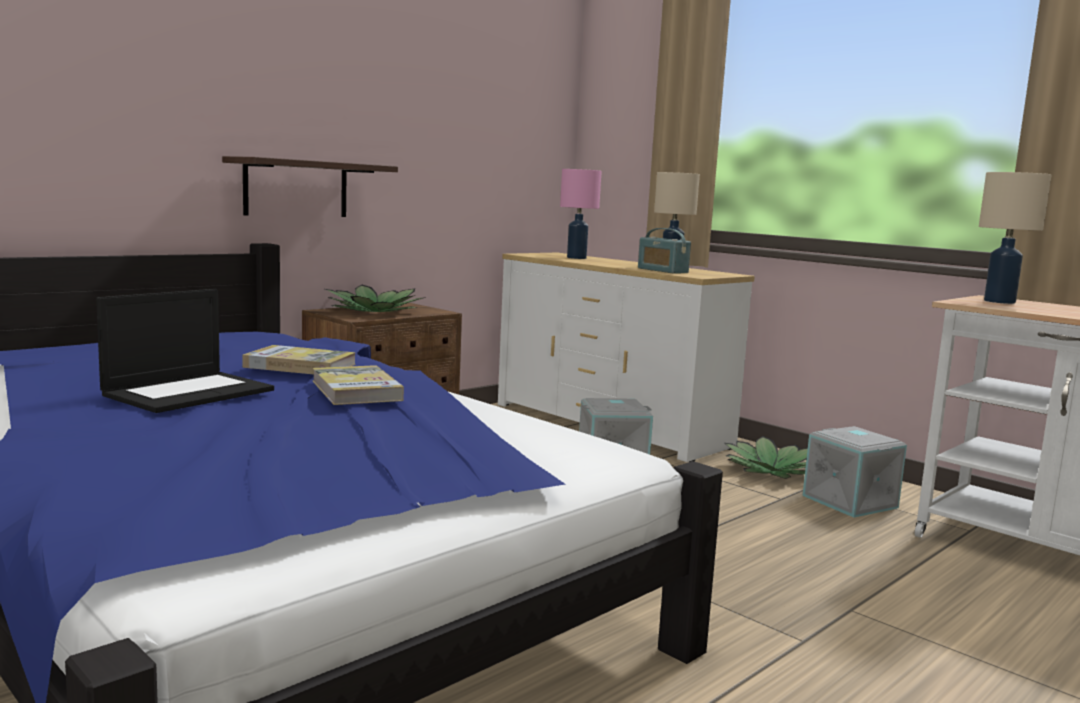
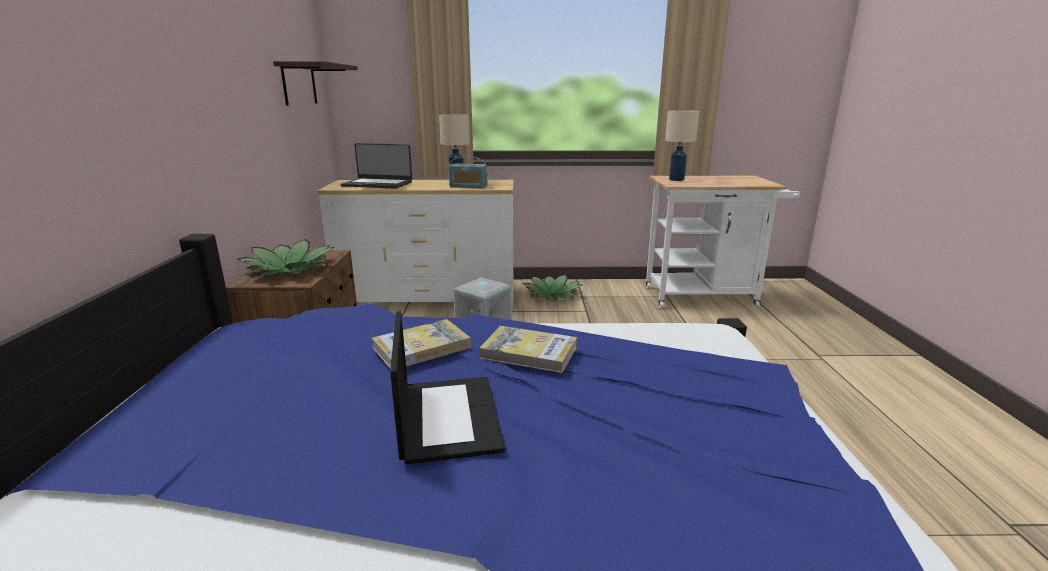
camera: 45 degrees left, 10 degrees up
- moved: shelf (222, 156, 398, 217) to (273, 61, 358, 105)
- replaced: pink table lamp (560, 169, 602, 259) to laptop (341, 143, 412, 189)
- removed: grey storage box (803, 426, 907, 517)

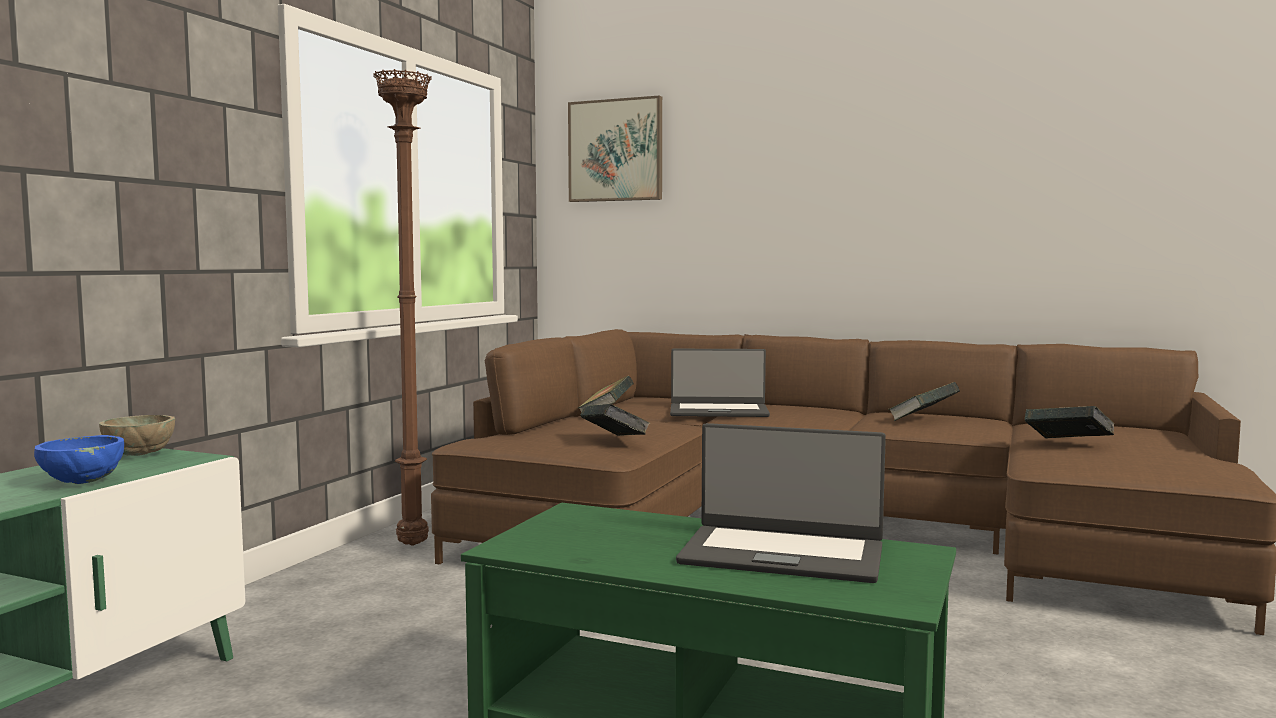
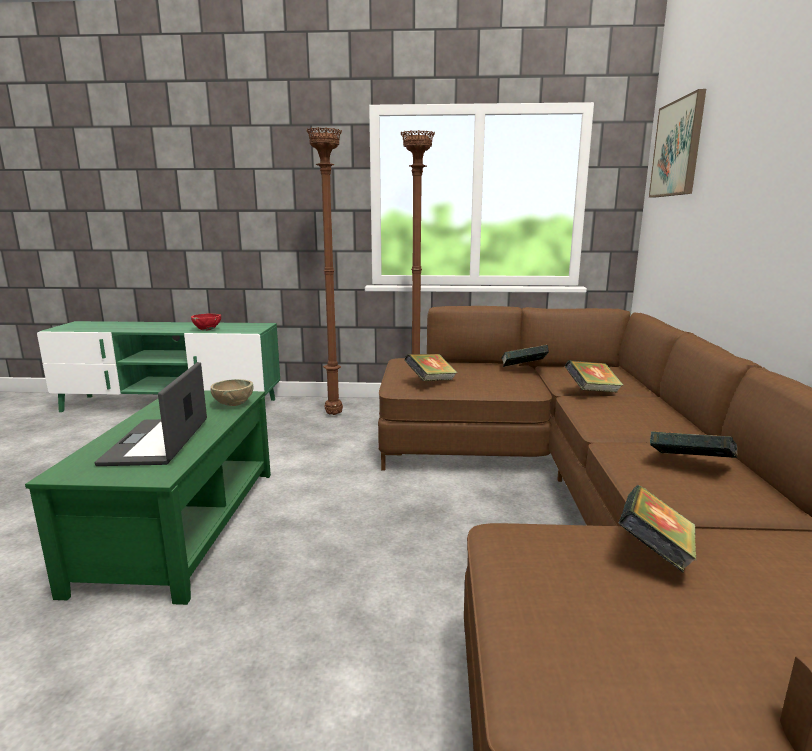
camera: 70 degrees right, 10 degrees up
- recoloured: blue bowl (34, 435, 124, 484) to red bowl (191, 314, 221, 331)
- moved: beige bowl (99, 415, 175, 456) to (210, 379, 253, 406)
- added: brown floor lamp (307, 127, 343, 415)
- replaced: laptop (670, 349, 770, 417) to book (565, 360, 624, 393)

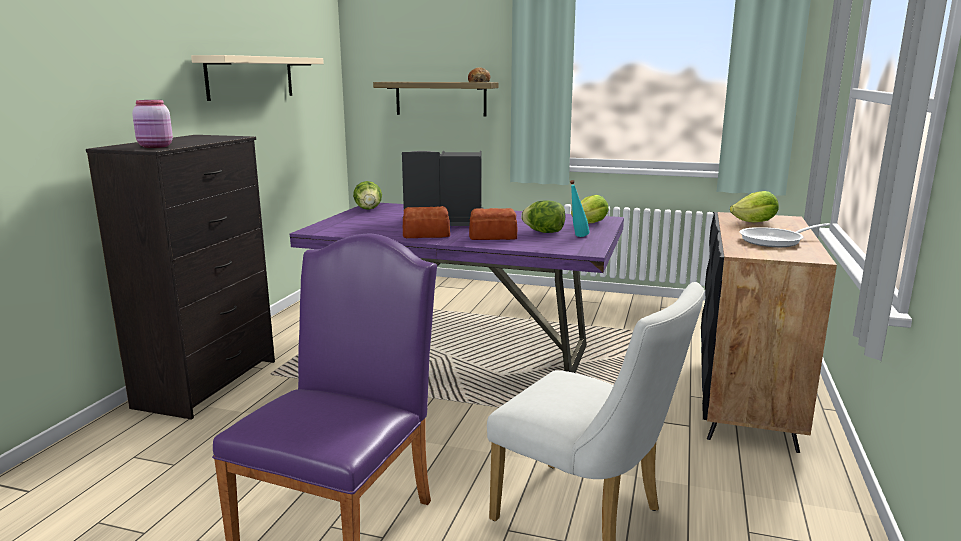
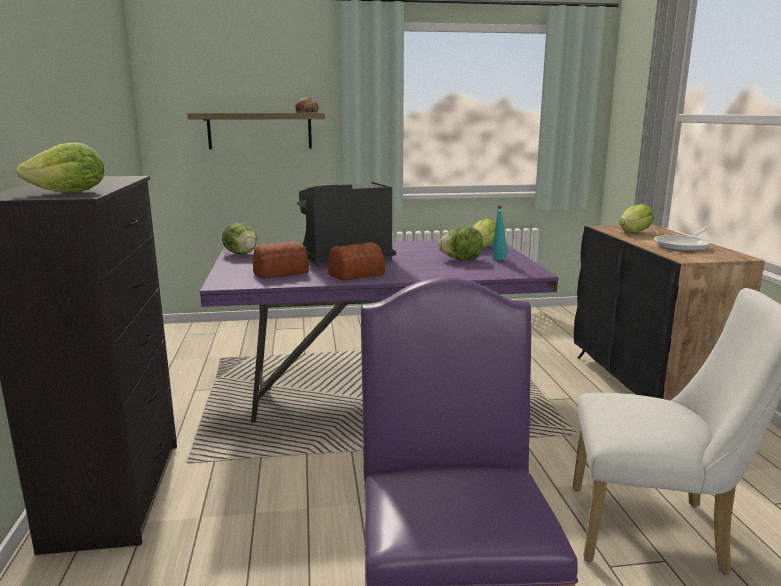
camera: 25 degrees left, 0 degrees up
- replaced: pink jar (132, 100, 173, 148) to lettuce (16, 142, 104, 193)
- moved: bread (469, 208, 518, 240) to (253, 241, 309, 279)
- removed: beige shelf (191, 55, 324, 101)

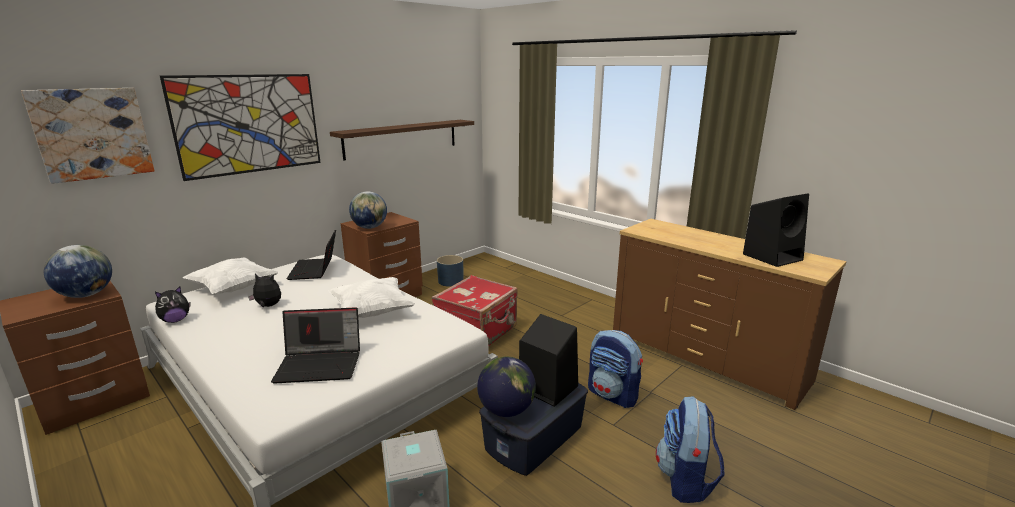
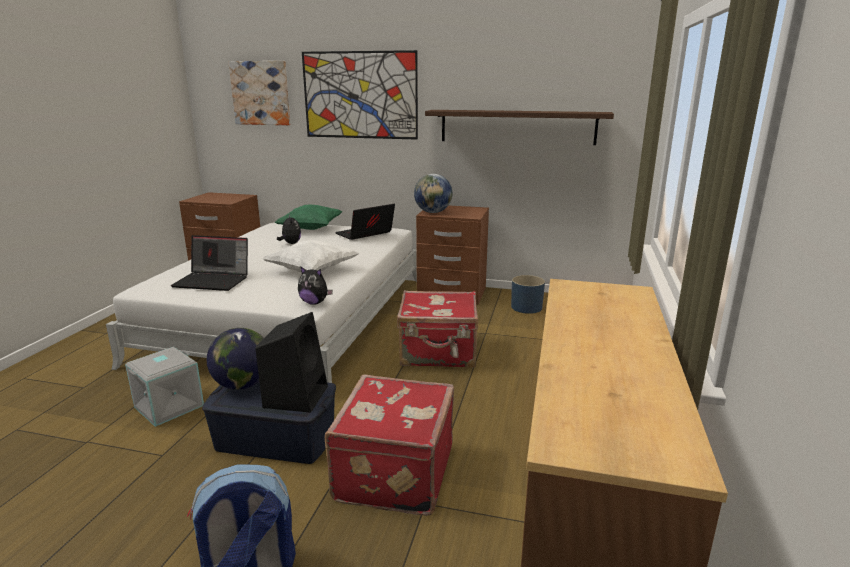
camera: 60 degrees right, 0 degrees up
- turned: laptop (271, 307, 360, 384) = (171, 235, 248, 291) 45 degrees counterclockwise
- recoloured: white pillow (182, 258, 279, 295) to green pillow (275, 204, 343, 230)
- moved: plush toy (155, 286, 190, 323) to (298, 266, 333, 305)
- replaced: backpack (588, 330, 643, 408) to red suitcase (325, 374, 454, 516)
- removed: globe (44, 245, 112, 298)
- removed: black speaker (743, 193, 809, 267)

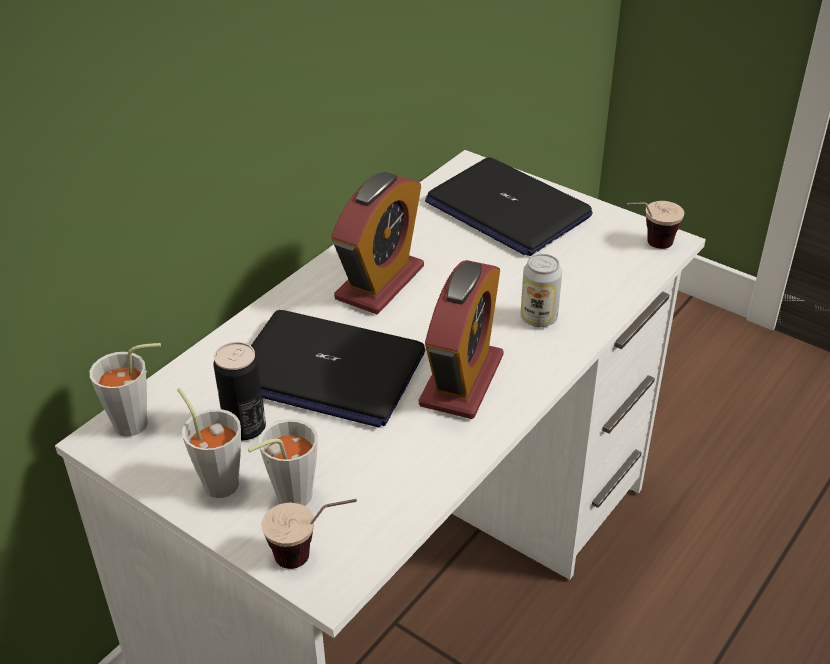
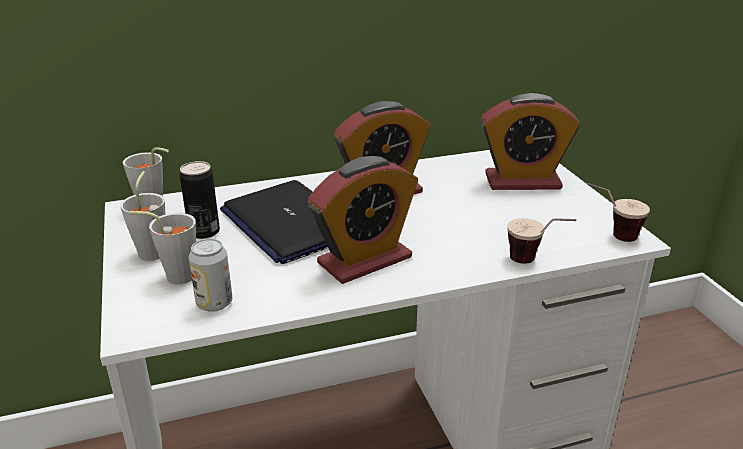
camera: 35 degrees right, 10 degrees down
- moved: can (521, 254, 562, 327) to (189, 239, 232, 312)
- replaced: laptop (425, 157, 593, 256) to alarm clock (481, 93, 580, 190)
- moved: cup (261, 499, 357, 569) to (507, 218, 576, 264)

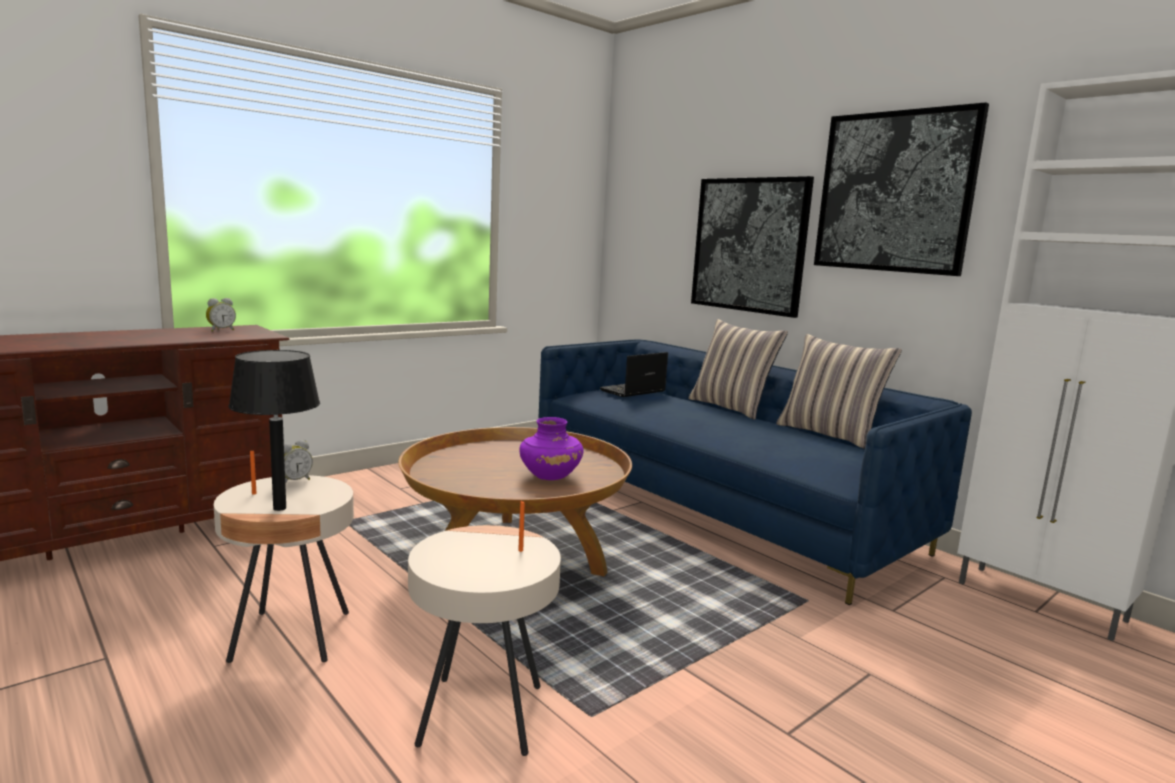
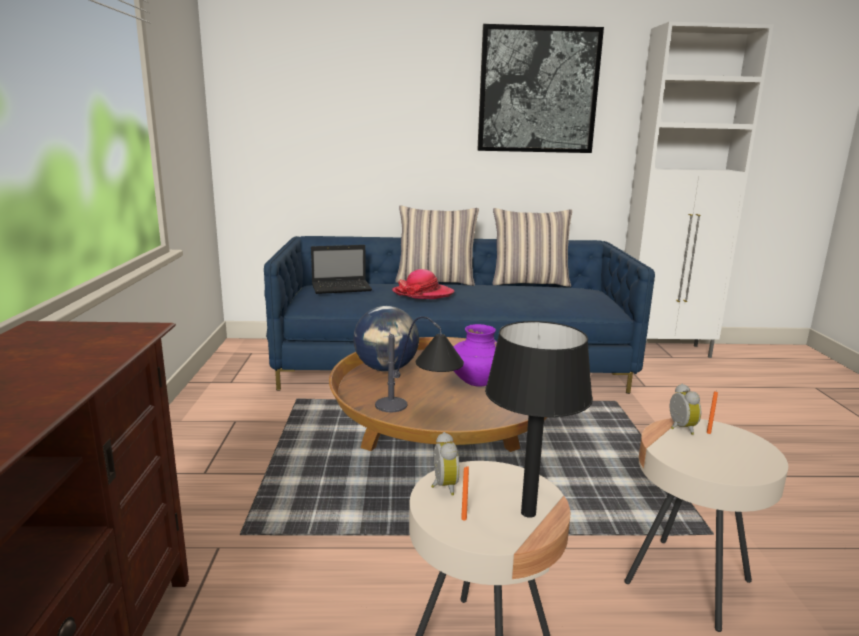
camera: 50 degrees left, 5 degrees up
- turned: laptop (600, 352, 668, 397) = (311, 245, 372, 294) 105 degrees counterclockwise
- added: globe (353, 306, 419, 372)
- added: table lamp (375, 317, 464, 412)
- added: hat (392, 269, 455, 299)
- moved: alarm clock (206, 298, 236, 332) to (670, 384, 701, 435)
- removed: picture (691, 176, 814, 318)

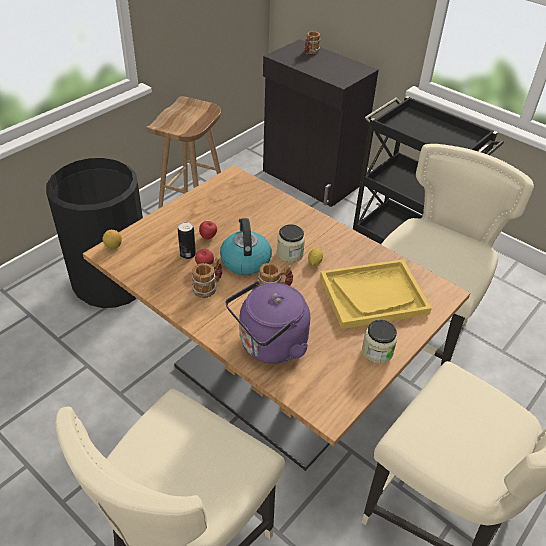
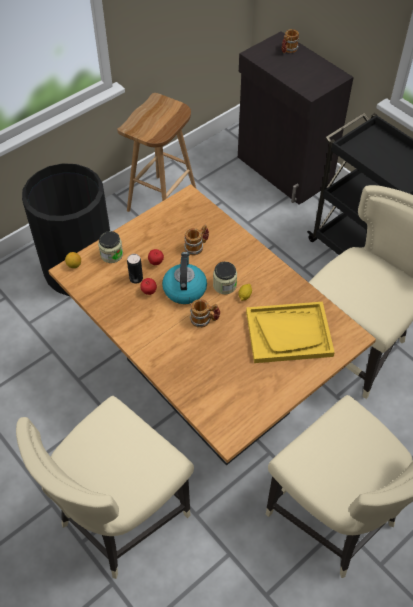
camera: 10 degrees right, 10 degrees up
- moved: jar (362, 320, 397, 364) to (98, 231, 123, 263)
- moved: mug (192, 257, 222, 298) to (184, 225, 209, 256)
- removed: purple kettle (226, 281, 310, 364)

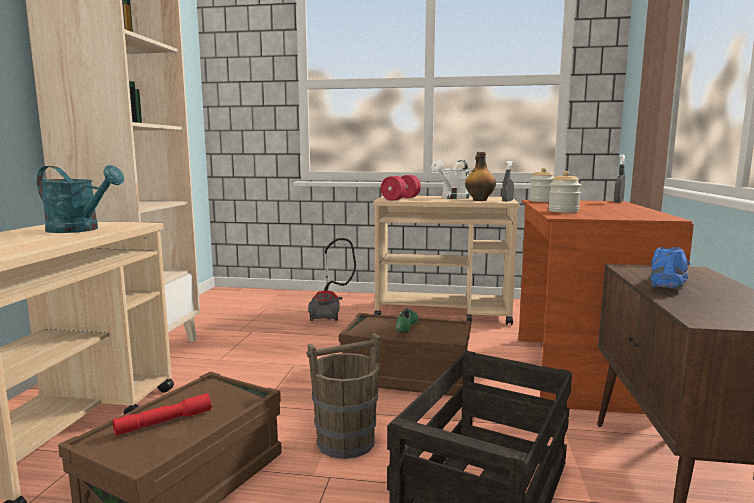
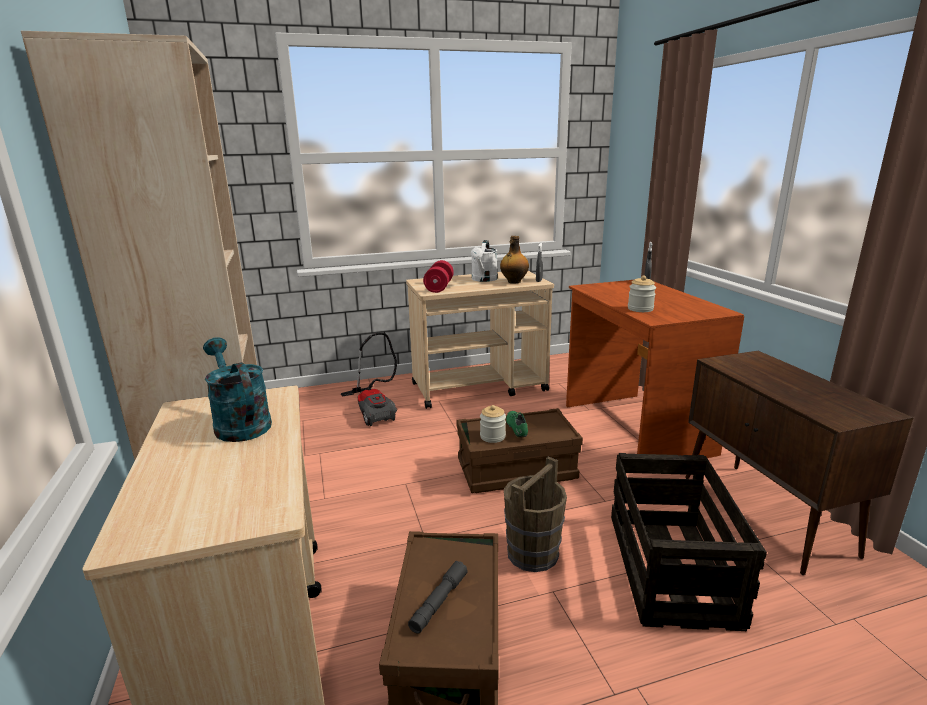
camera: 25 degrees left, 10 degrees up
- turned: turquoise watering can (37, 165, 124, 233) = (203, 337, 272, 442) 120 degrees counterclockwise
- recoloured: red flashlight (113, 393, 212, 435) to grey flashlight (408, 561, 468, 634)
- moved: jar (530, 168, 555, 202) to (480, 405, 506, 443)
- removed: blue shoe (650, 247, 691, 290)

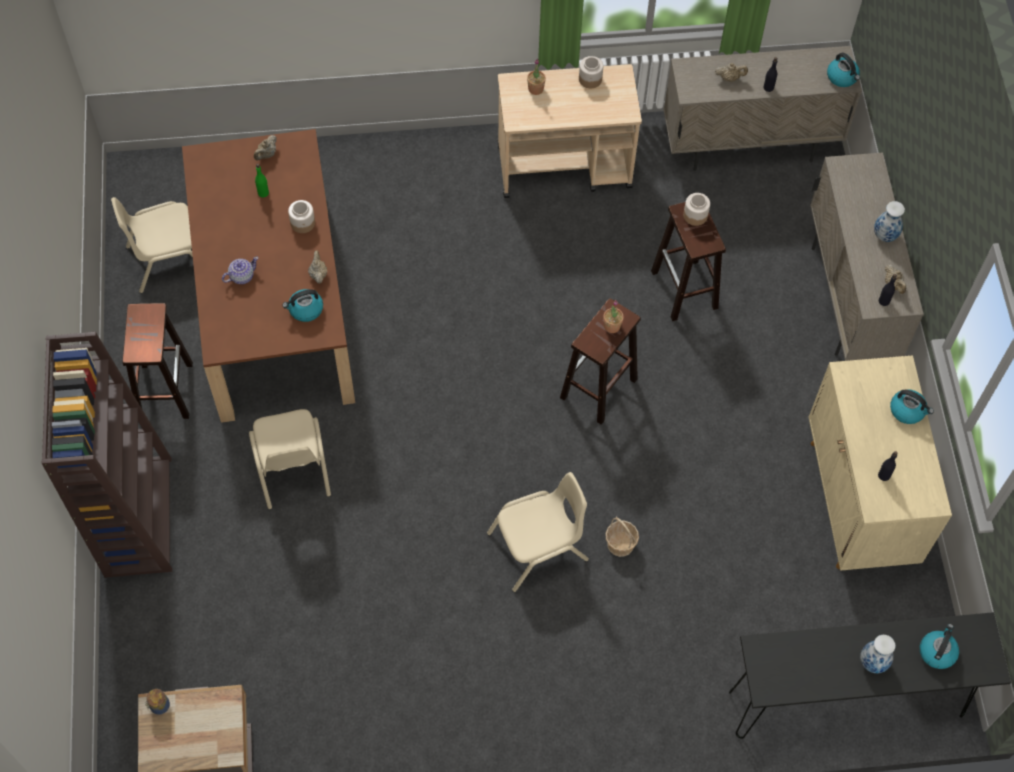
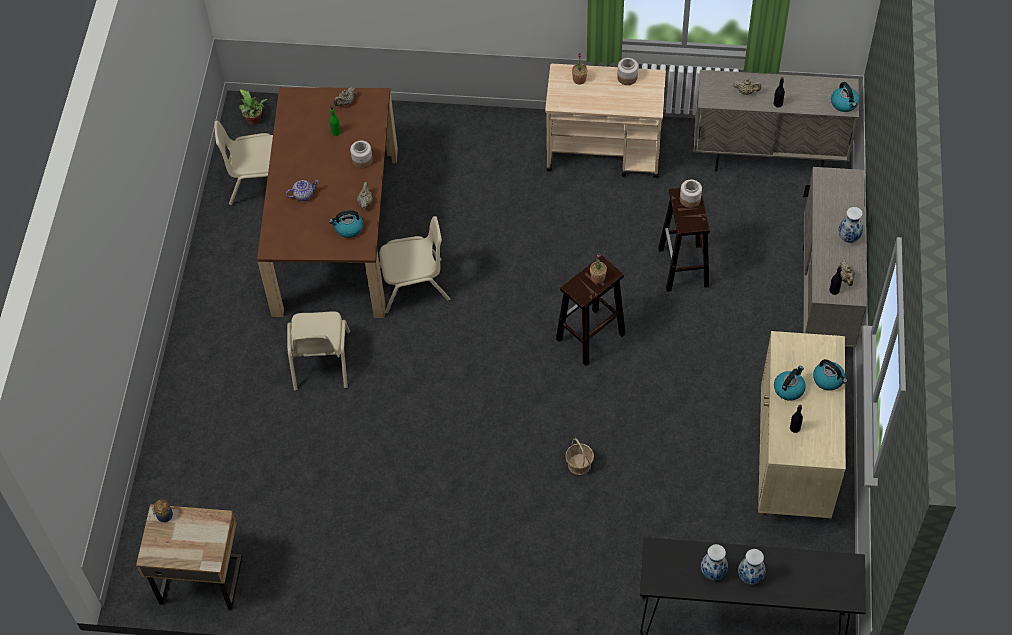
camera: 15 degrees right, 5 degrees down
- added: potted plant (239, 89, 267, 125)
- moved: beige chair (487, 472, 589, 592) to (379, 216, 451, 314)
- added: vase (701, 544, 728, 580)
- moved: kettle (920, 624, 959, 669) to (774, 366, 806, 401)
- removed: brown bookcase (42, 332, 172, 578)
- removed: brown stool (123, 303, 193, 419)

